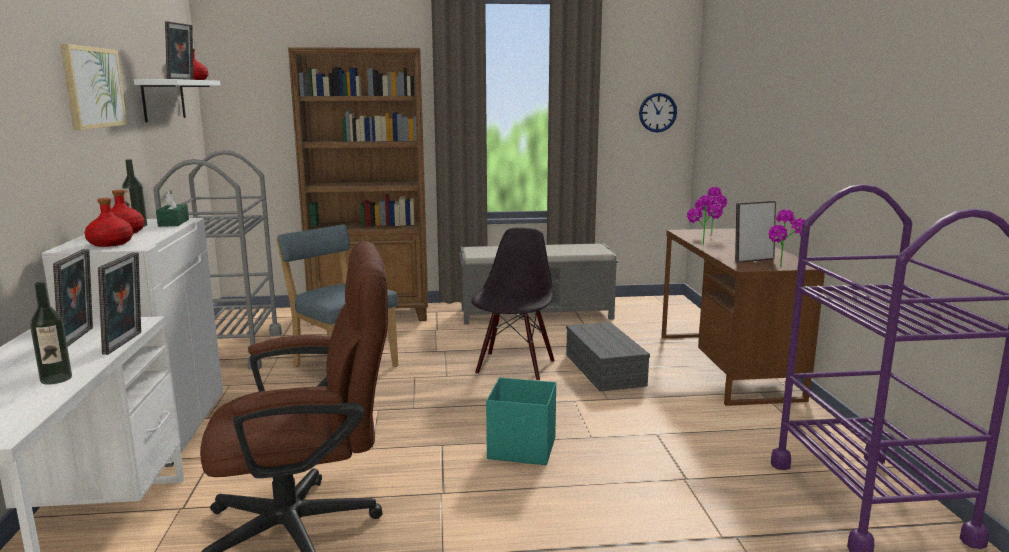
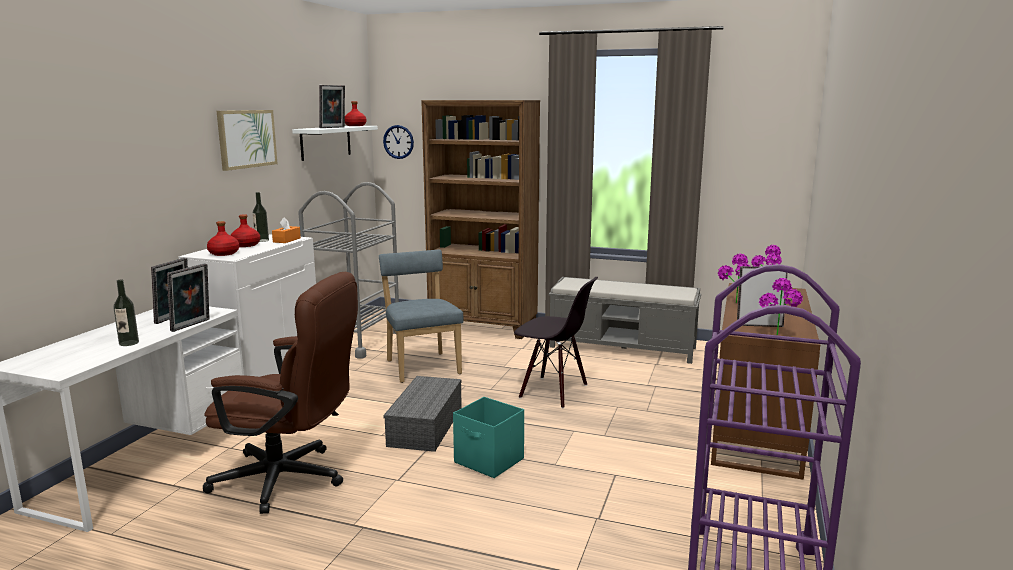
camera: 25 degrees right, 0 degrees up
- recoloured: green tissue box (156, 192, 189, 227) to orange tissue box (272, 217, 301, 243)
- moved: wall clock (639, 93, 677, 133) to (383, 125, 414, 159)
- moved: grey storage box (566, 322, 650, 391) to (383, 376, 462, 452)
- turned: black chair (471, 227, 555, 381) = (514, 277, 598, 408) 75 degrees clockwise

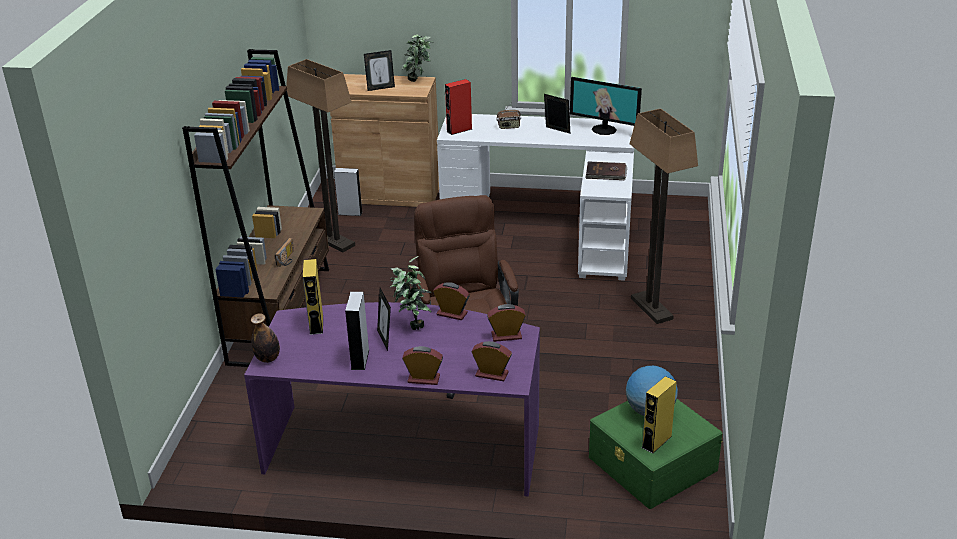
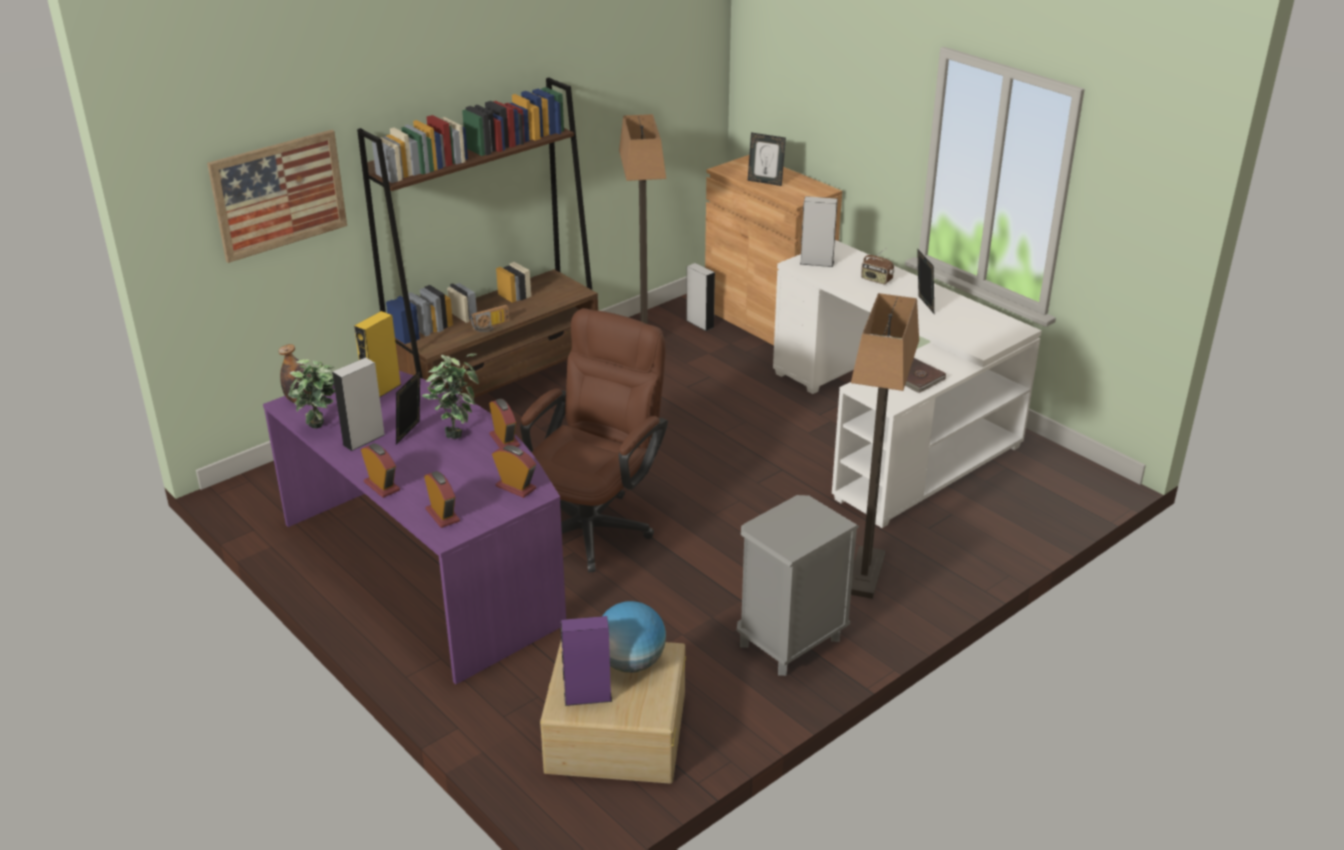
camera: 40 degrees right, 0 degrees up
- added: picture (207, 130, 347, 263)
- moved: potted plant (402, 34, 433, 82) to (288, 359, 335, 429)
- recoloured: green storage box (589, 399, 723, 509) to beige storage box (540, 642, 686, 783)
- recoloured: yellow speaker (642, 376, 677, 454) to purple speaker (560, 616, 612, 706)
- added: grey nightstand (737, 495, 859, 676)
- recoloured: red speaker (445, 79, 472, 135) to grey speaker (800, 196, 838, 267)
- removed: monitor (570, 77, 642, 135)

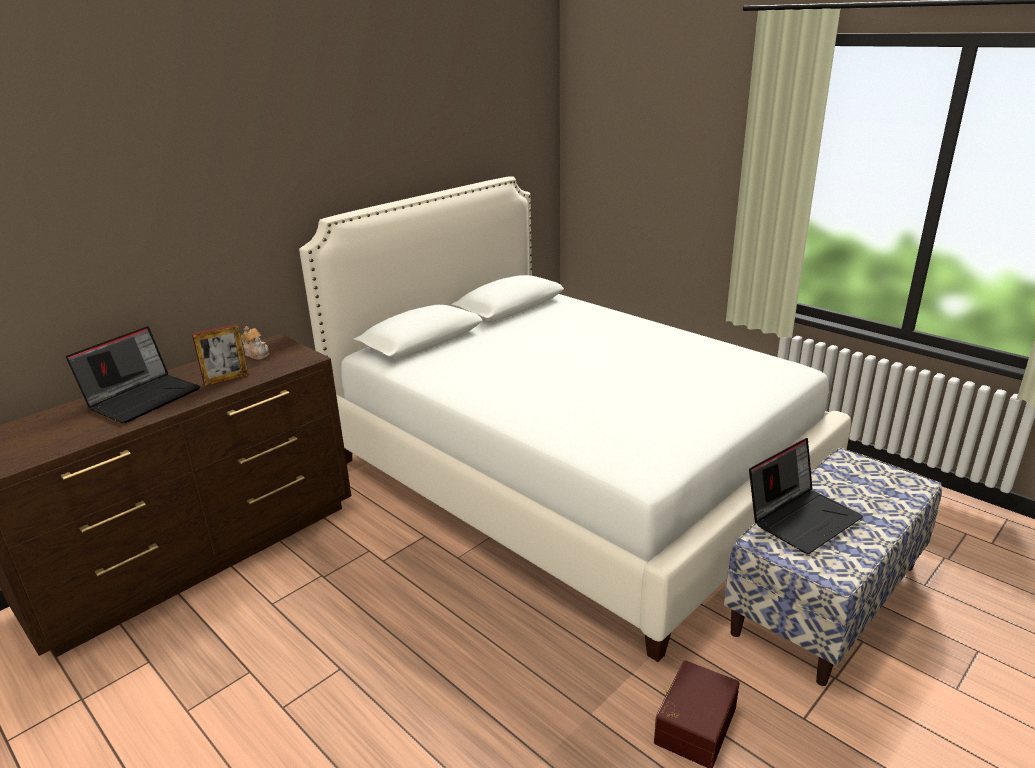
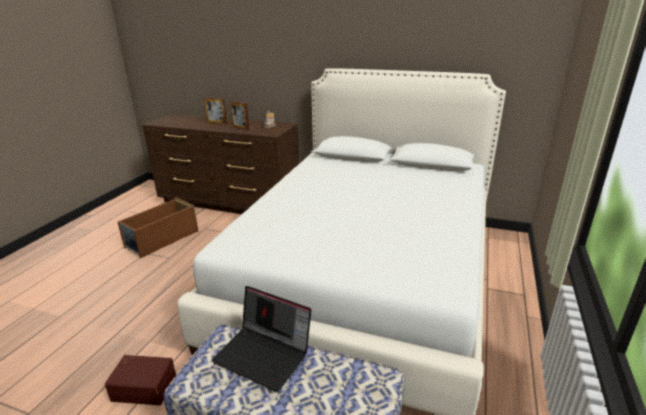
camera: 65 degrees right, 0 degrees up
- added: brown storage box (118, 197, 198, 258)
- replaced: laptop (66, 326, 201, 423) to picture frame (204, 98, 227, 124)

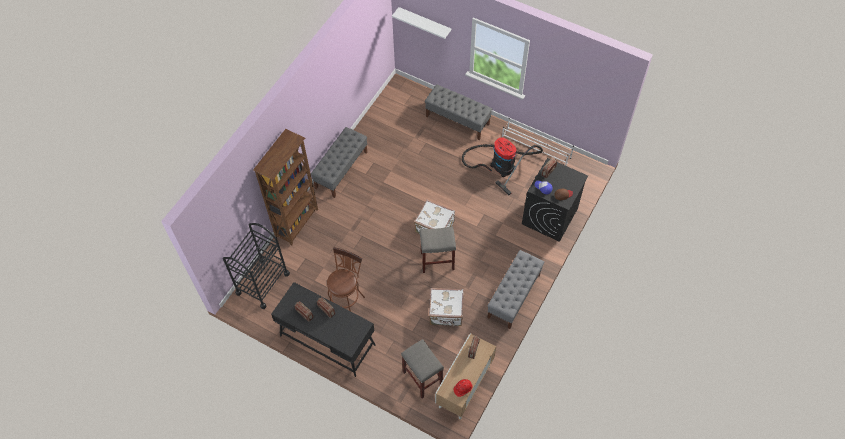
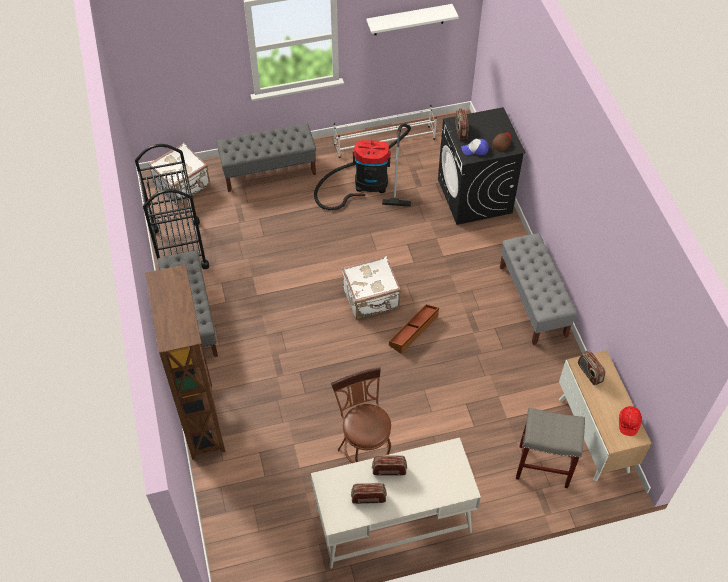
camera: 45 degrees left, 5 degrees down
- moved: black cart (223, 223, 290, 309) to (135, 144, 209, 269)
- moved: white suitcase (429, 288, 464, 326) to (148, 143, 210, 205)
- recoloured: black desk (271, 282, 376, 377) to white desk (311, 438, 481, 569)
- moved: white shelf (392, 7, 451, 39) to (367, 4, 459, 35)
- replaced: grey stool (420, 226, 456, 273) to brown storage box (389, 304, 439, 354)

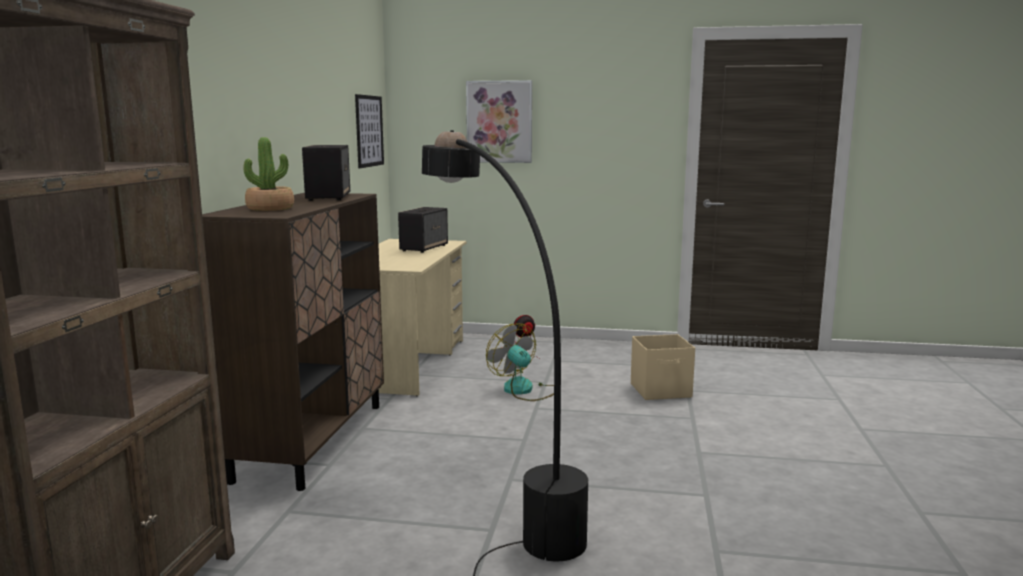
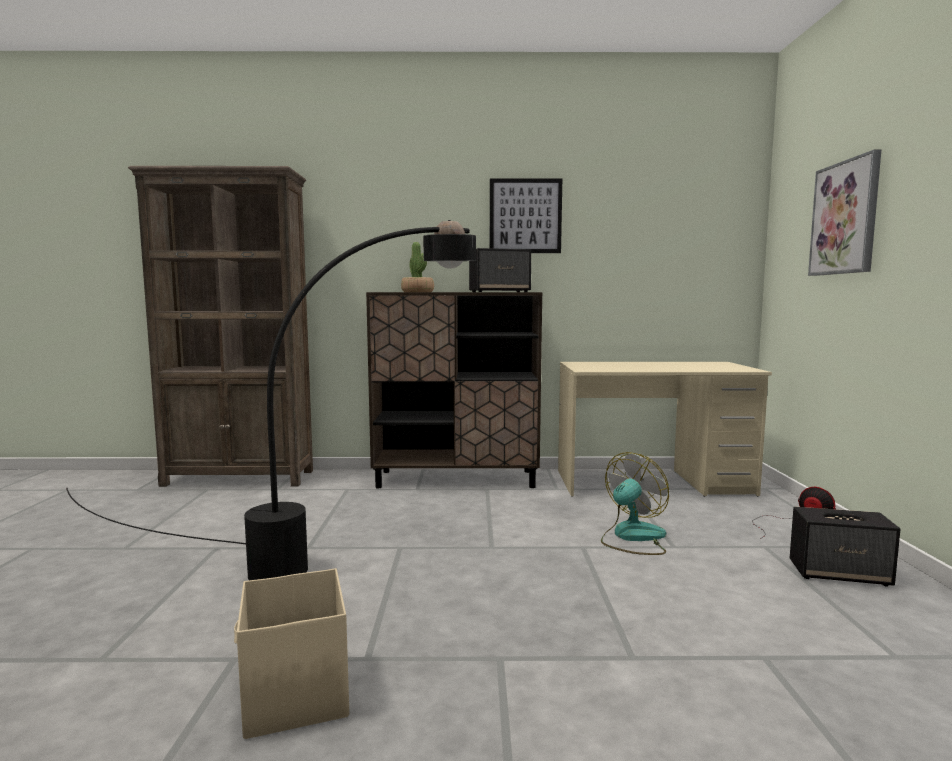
camera: 80 degrees right, 5 degrees down
- moved: beige storage box (631, 334, 695, 400) to (234, 568, 349, 739)
- moved: picture (355, 94, 384, 168) to (490, 178, 562, 253)
- moved: speaker (398, 207, 448, 253) to (790, 507, 900, 587)

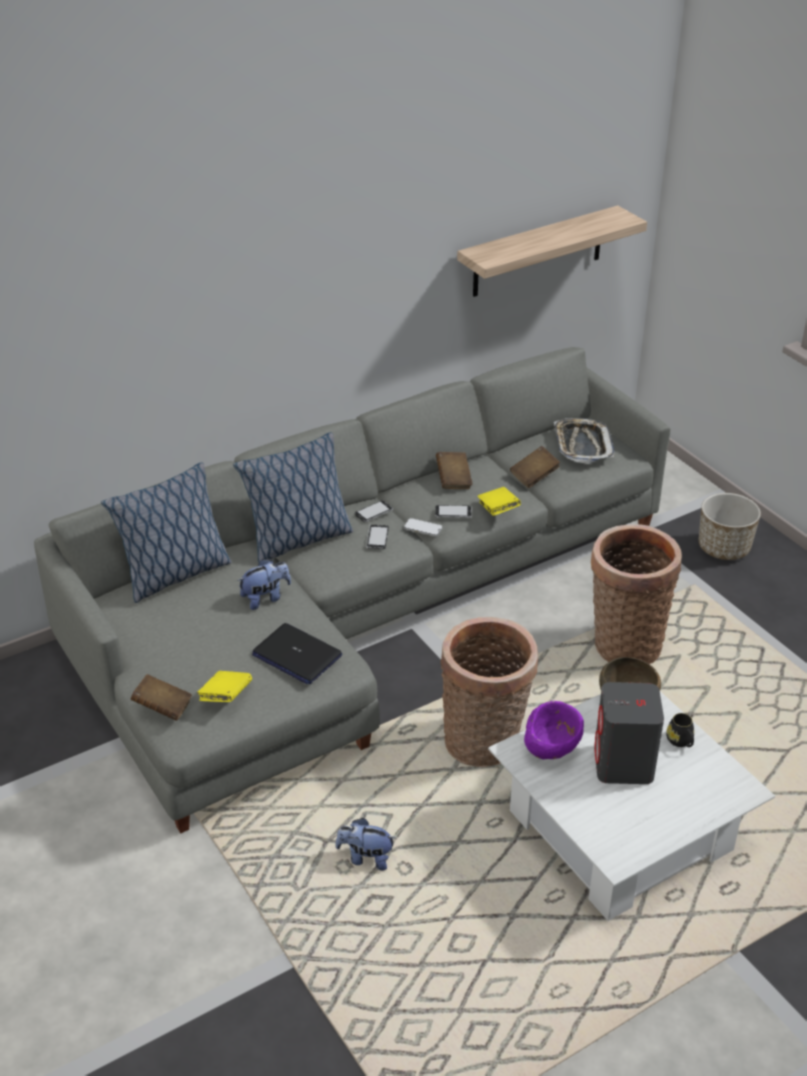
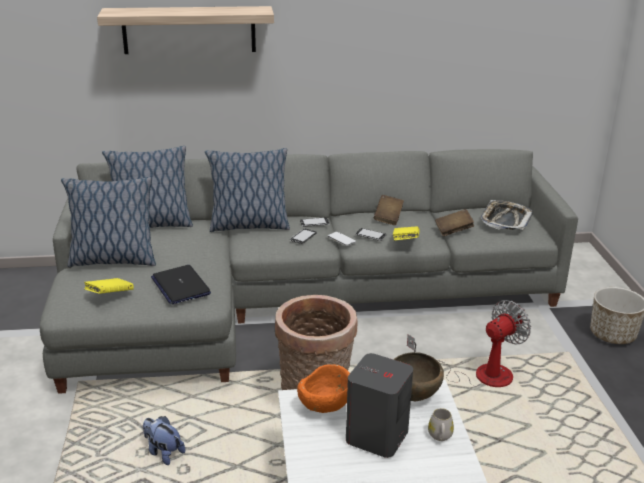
camera: 25 degrees right, 10 degrees down
- added: pillow (61, 177, 156, 267)
- moved: shelf (457, 205, 647, 297) to (97, 6, 274, 54)
- recoloured: purple bowl (524, 701, 584, 759) to orange bowl (297, 364, 350, 413)
- replaced: basket (591, 524, 682, 664) to fan (407, 300, 531, 387)
- recoloured: black mug (666, 713, 694, 747) to white mug (428, 408, 454, 441)
- removed: brown book (131, 674, 192, 721)
- removed: plush toy (237, 559, 291, 610)

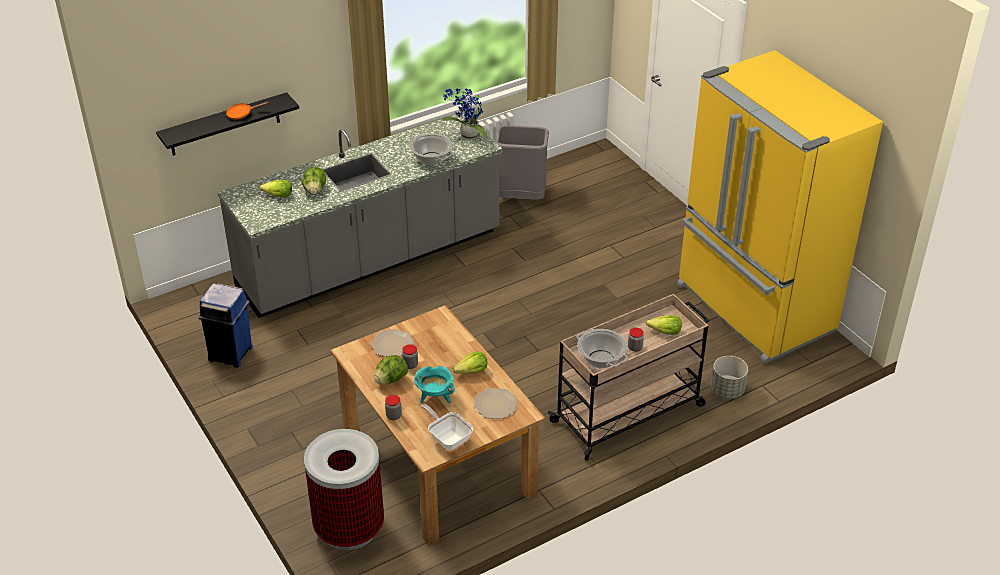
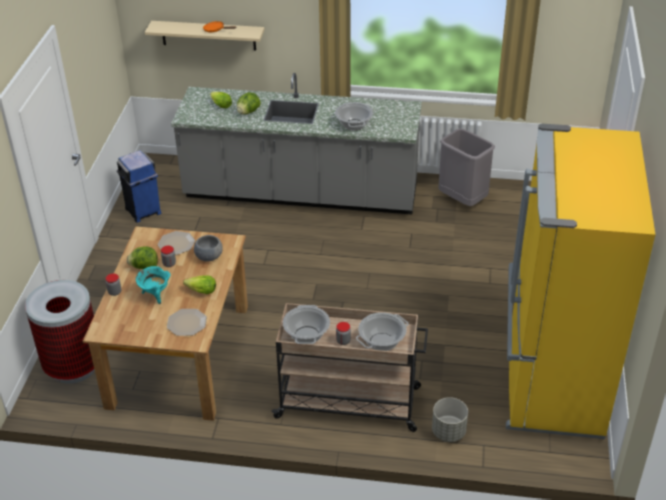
camera: 40 degrees right, 0 degrees up
- recoloured: black shelf (156, 92, 299, 156) to beige shelf (145, 21, 265, 51)
- added: grey bowl (194, 235, 223, 261)
- replaced: lettuce (646, 315, 682, 335) to cooking pot (356, 312, 408, 351)
- removed: frying pan (421, 404, 473, 451)
- removed: potted plant (441, 87, 487, 139)

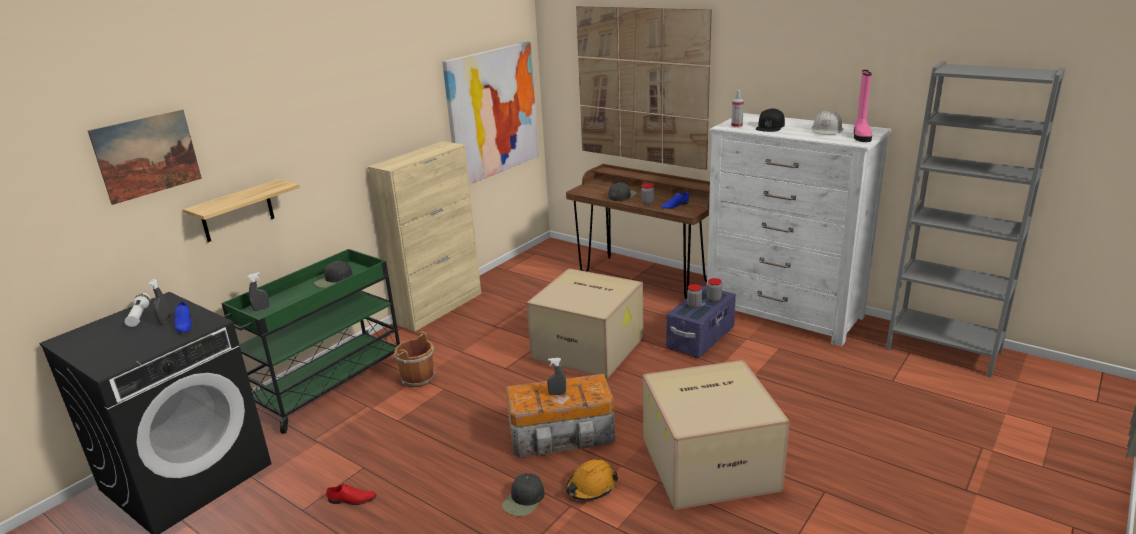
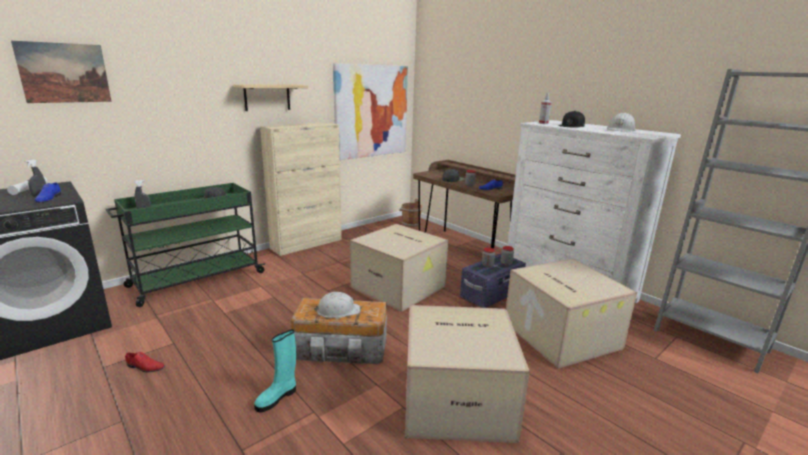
camera: 10 degrees right, 5 degrees down
- moved: shelf (183, 179, 300, 242) to (233, 84, 308, 111)
- replaced: black cap (502, 473, 545, 516) to turquoise boot (254, 329, 296, 413)
- replaced: grey spray bottle (547, 358, 566, 396) to white hard hat (314, 292, 360, 318)
- moved: brown bucket (392, 331, 436, 387) to (399, 199, 422, 227)
- added: cardboard box (506, 259, 637, 369)
- removed: orange hard hat (566, 459, 618, 501)
- removed: picture (576, 6, 712, 170)
- removed: pink boot (854, 70, 872, 142)

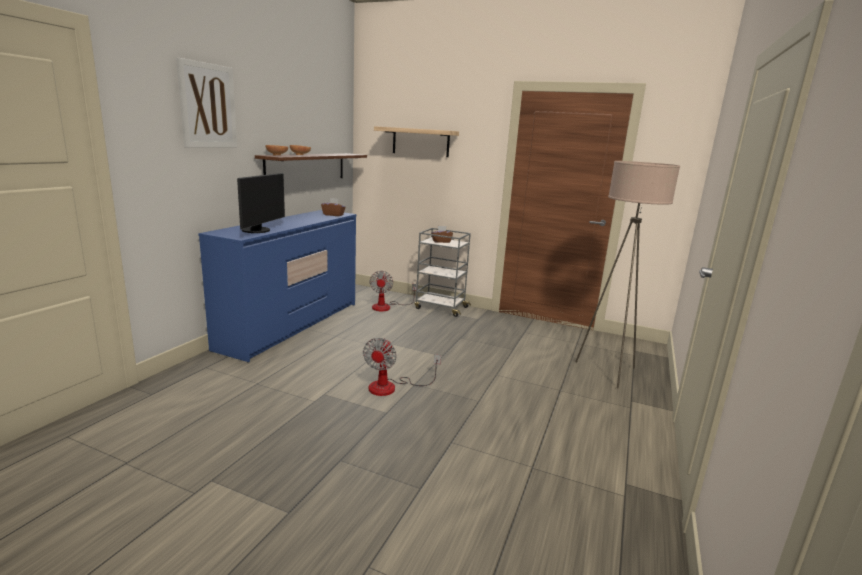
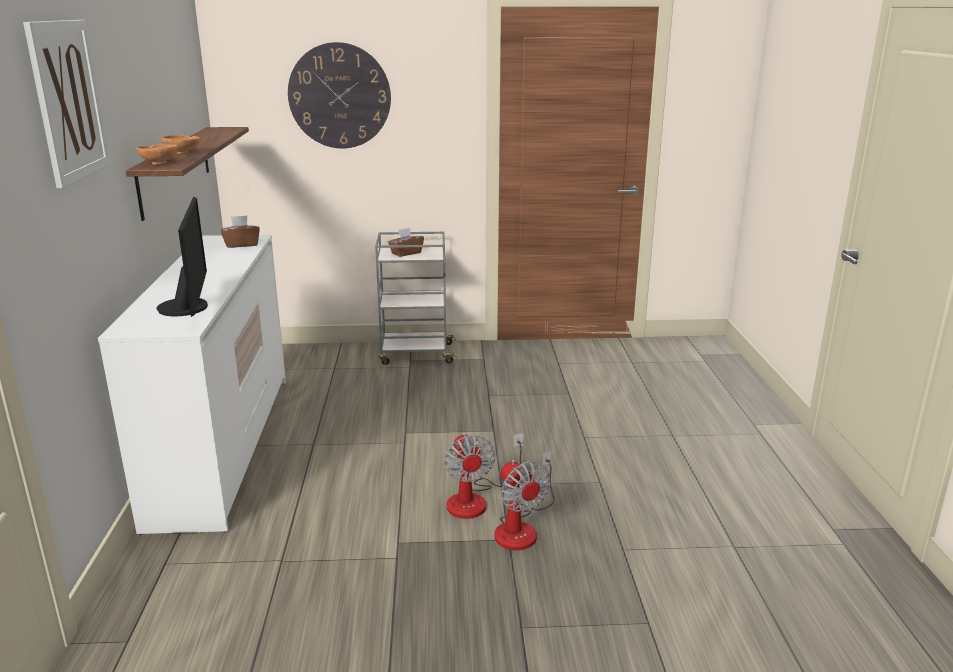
camera: 25 degrees left, 5 degrees up
- recoloured: blue dresser (198, 210, 357, 363) to white dresser (98, 235, 286, 535)
- replaced: shelf (374, 126, 459, 157) to wall clock (288, 42, 391, 148)
- moved: fan (370, 271, 417, 311) to (494, 451, 554, 550)
- removed: beige floor lamp (575, 161, 680, 388)

